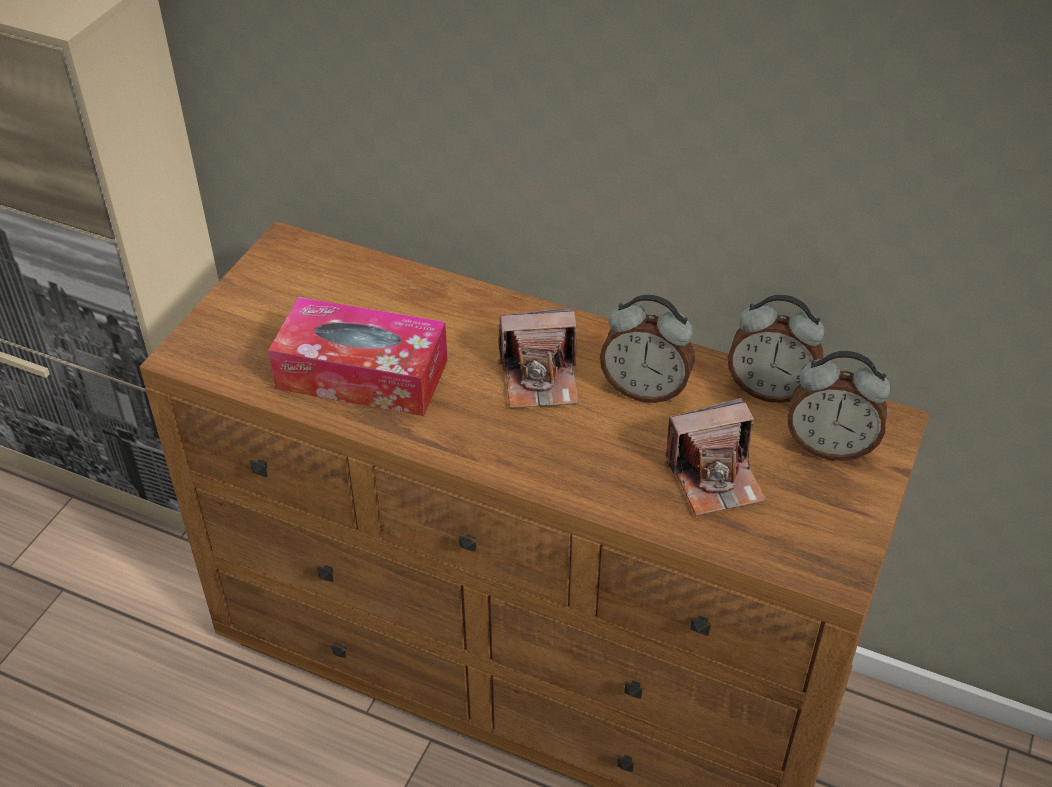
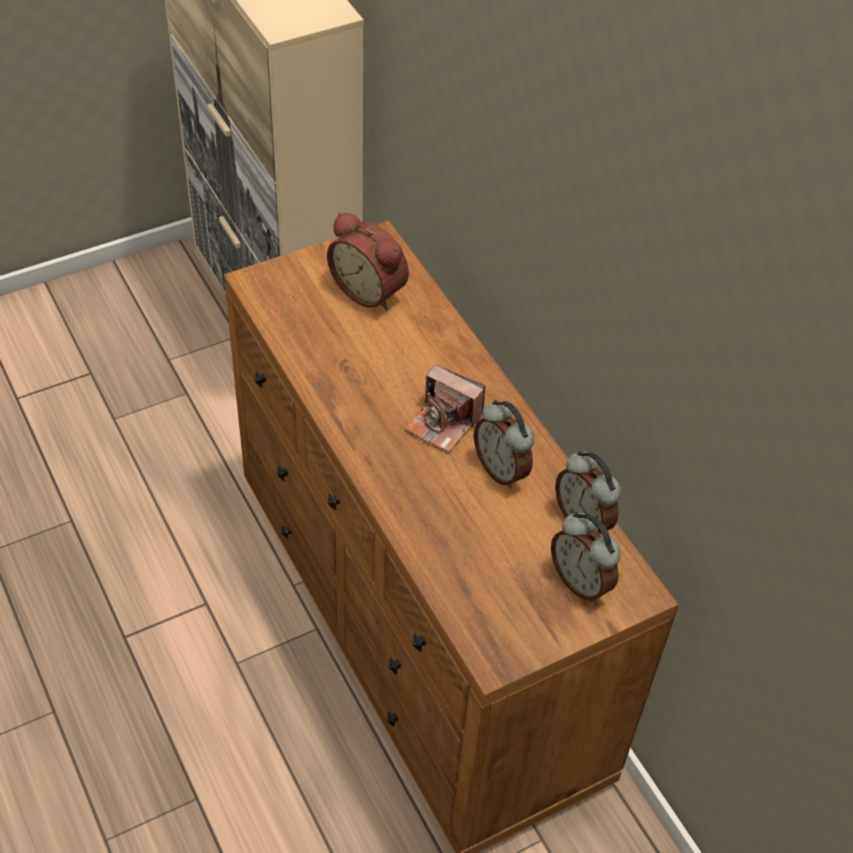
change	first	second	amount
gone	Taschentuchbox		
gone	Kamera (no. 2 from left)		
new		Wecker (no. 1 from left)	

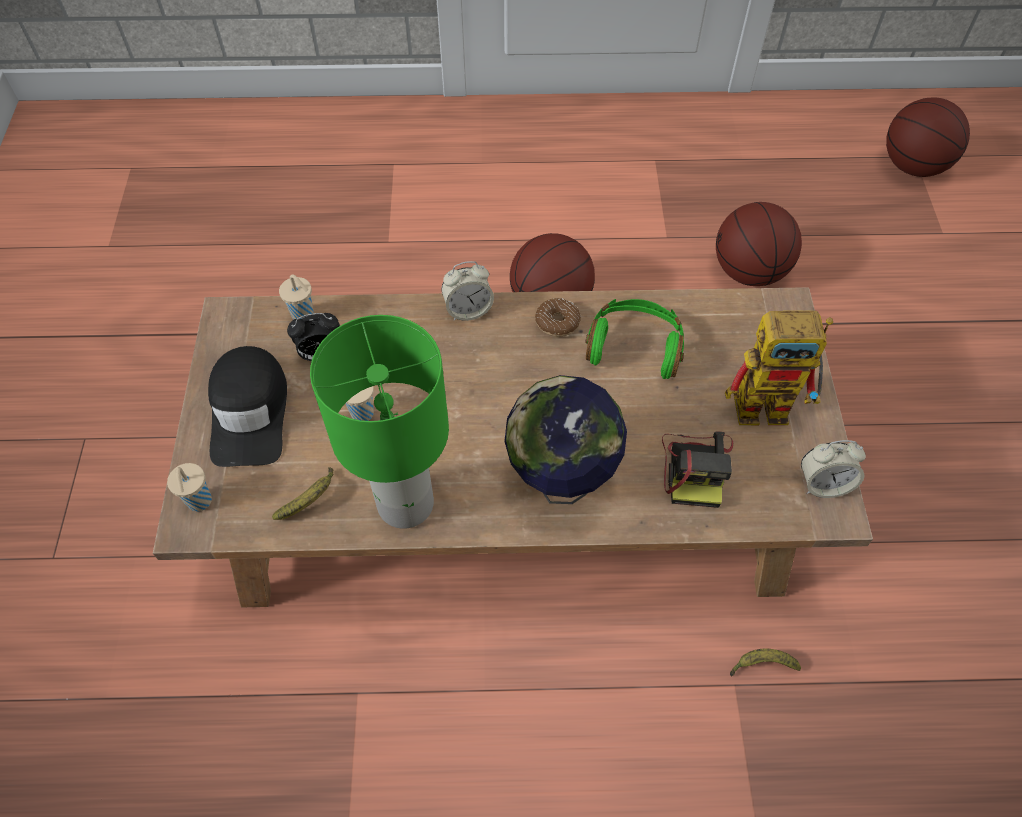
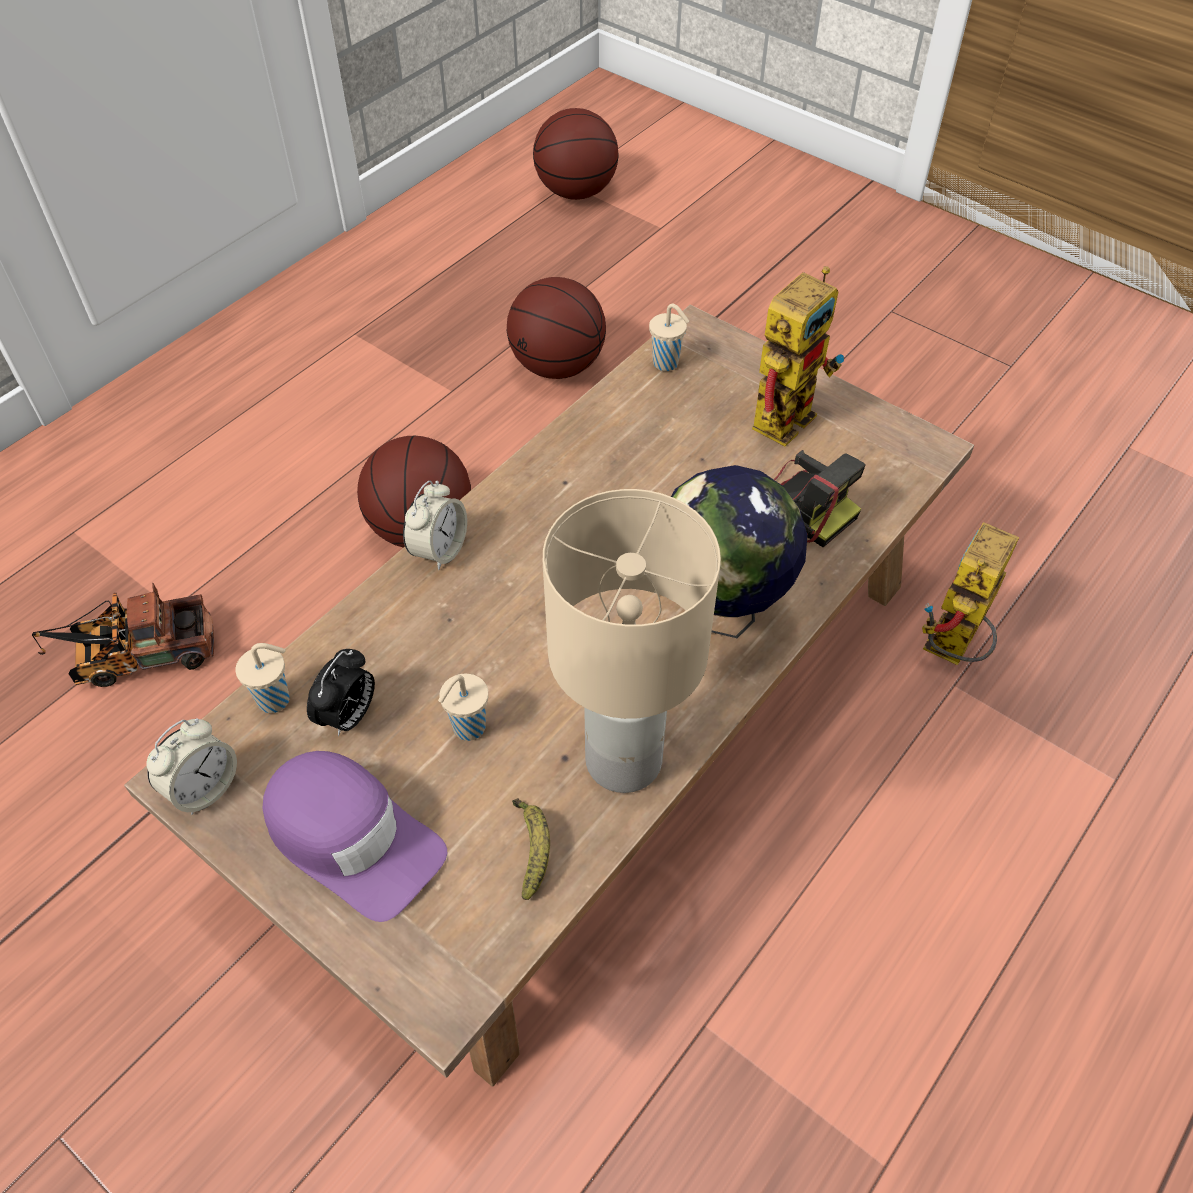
change	first	second	amount
gone	Donut		
gone	Kopfhörer (grün)		
repainted	Tischlampe (grün)	Tischlampe (beige)	
repainted	Kappe (schwarz)	Kappe (lila)	
shifted	Wecker (no. 3 from left in the first image)	Wecker (no. 1 from left)	
shifted	Tasse (beige) (no. 1 from left in the first image)	Tasse (beige) (no. 3 from left)	
swapped	Banane (no. 2 from left)	Spielzeugroboter (no. 2 from left)	
new		Spielzeuglaster	

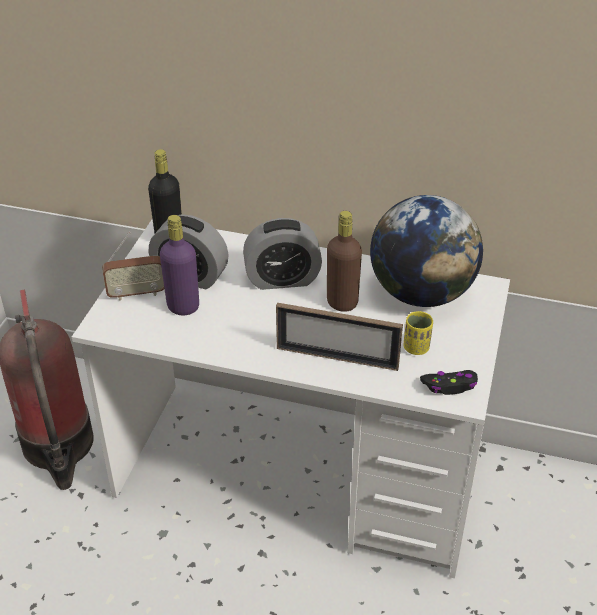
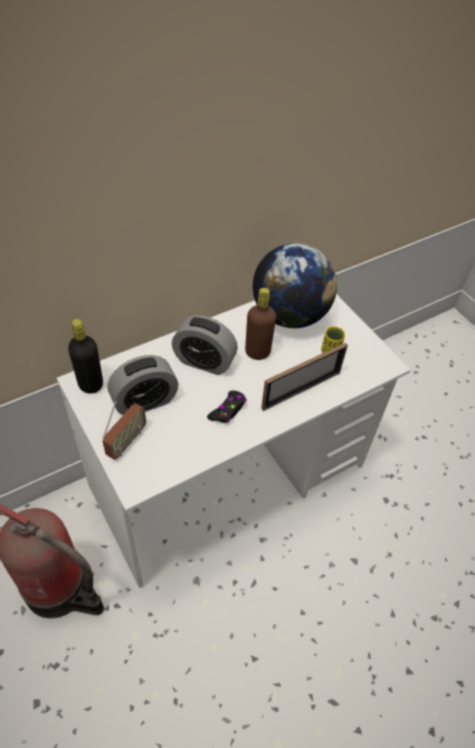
change	first	second	amount
gone	Flasche (lila)		
rotated	Wecker (no. 2 from left)		75 degrees clockwise
shifted	Gamepad (schwarz)		

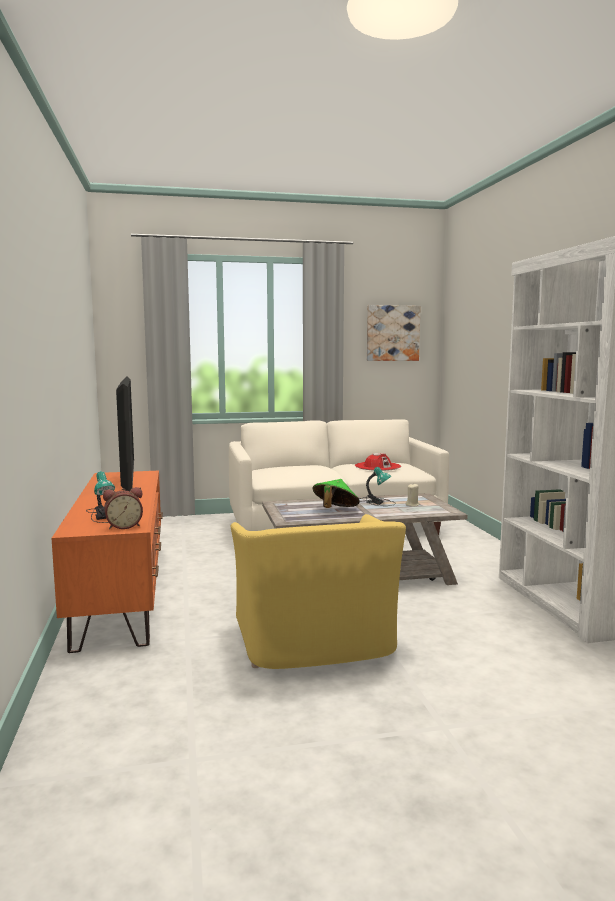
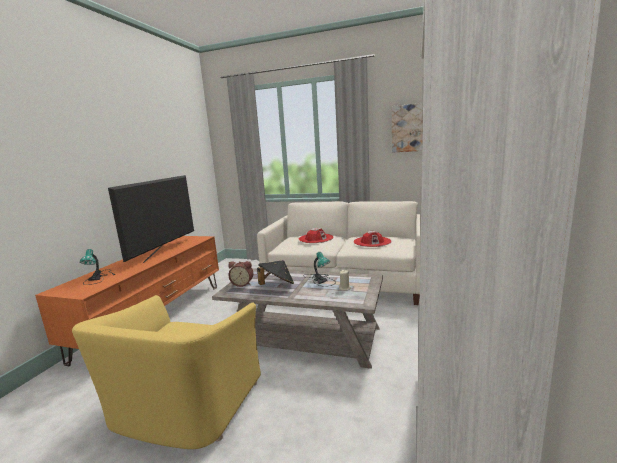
change	first	second	amount
repainted	Hut (grün)	Hut (schwarz)	
shifted	Wecker		
new		Hut (rot) (no. 1 from left)	

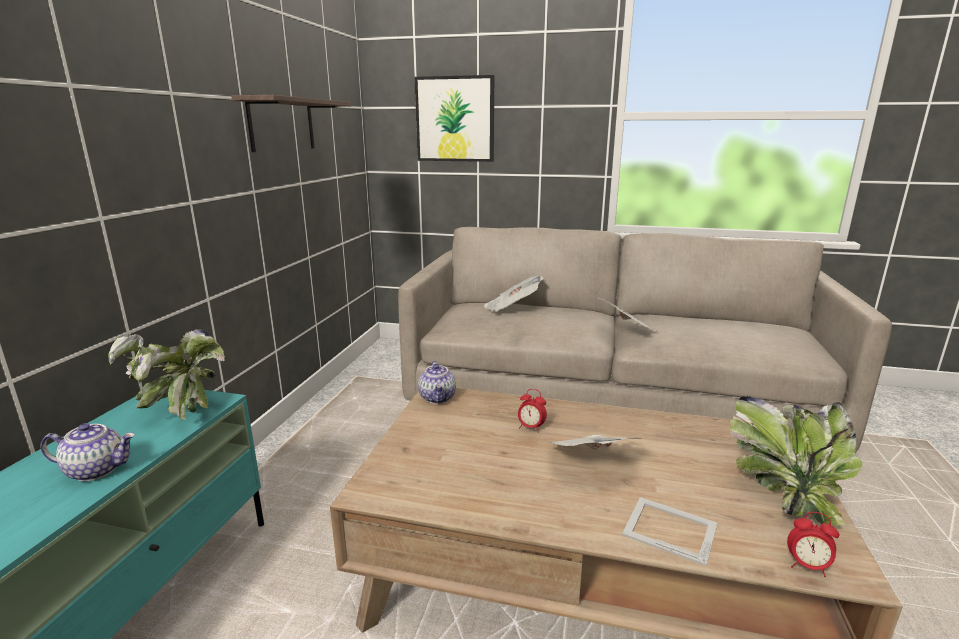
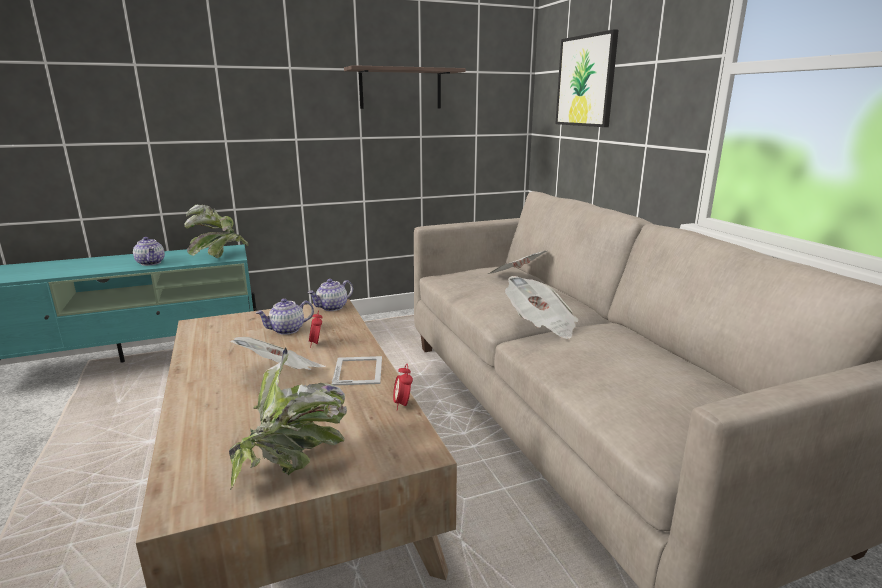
change	first	second	amount
shifted	Bilderrahmen		
shifted	Wecker (no. 2 from left)		
new		Teekanne (no. 2 from left)	

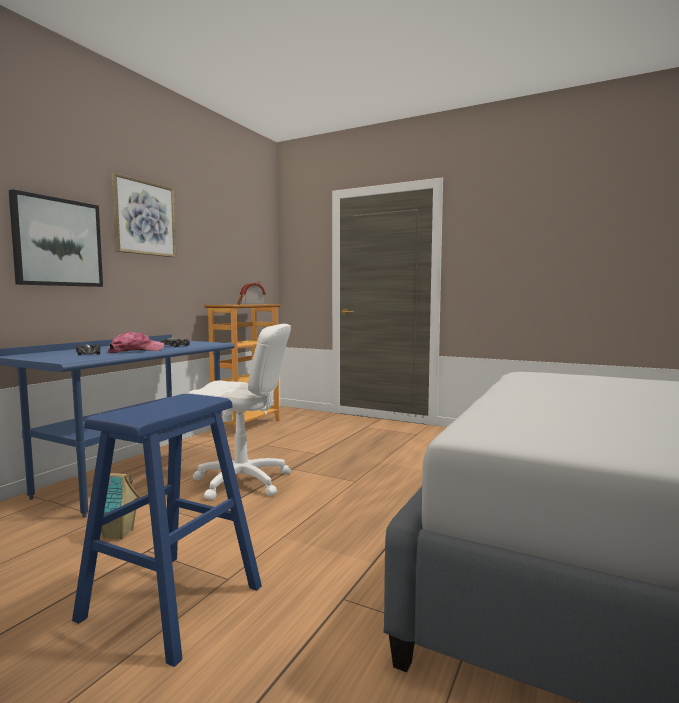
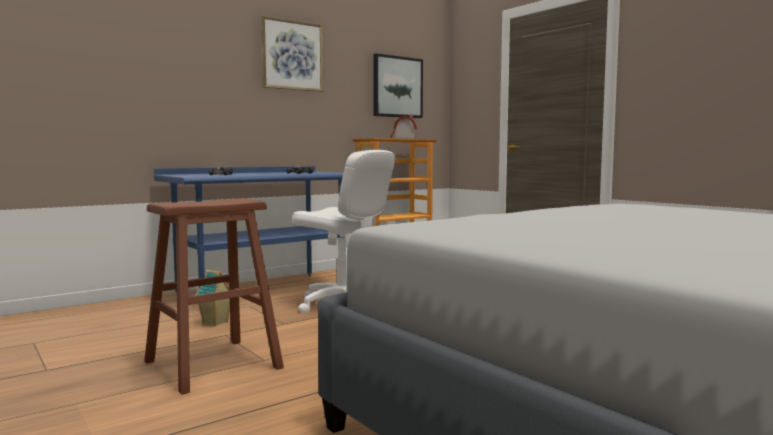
change	first	second	amount
shifted	Bild (no. 1 from left in the first image)	Bild (no. 2 from left)	
gone	Kappe		
repainted	Hocker (blau)	Hocker (braun)	

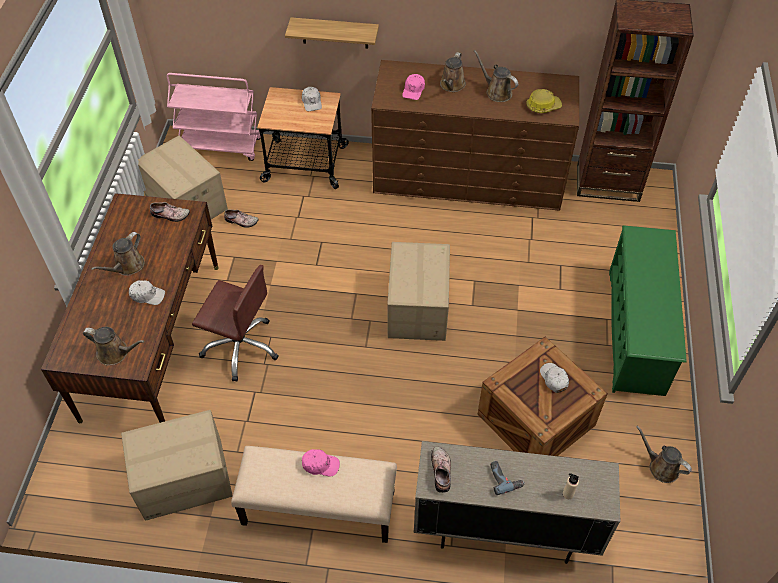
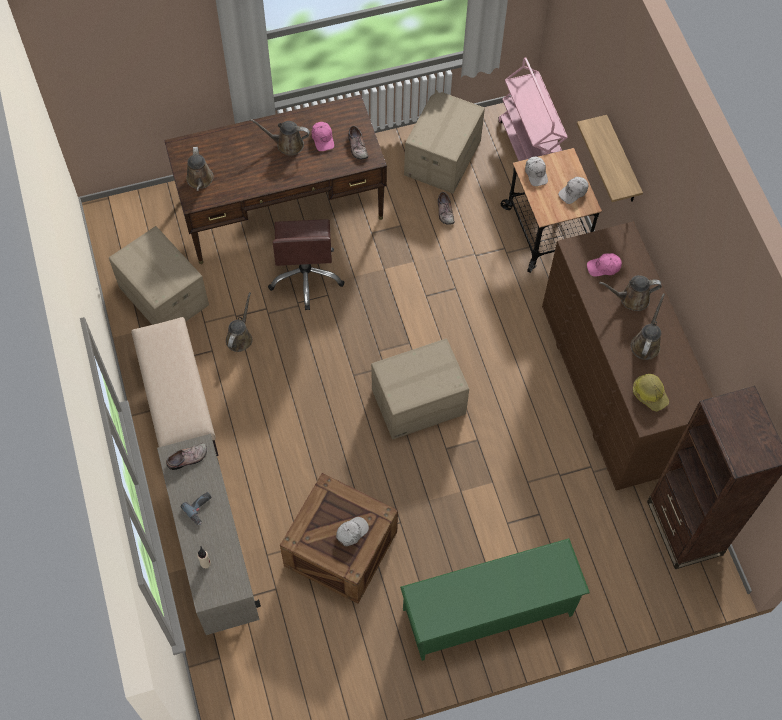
change	first	second	amount
shifted	Kappe (weiß) (no. 1 from left in the first image)	Kappe (weiß) (no. 2 from left)	
shifted	Gießkanne (braun) (no. 5 from left in the first image)	Gießkanne (braun) (no. 2 from left)	
shifted	Kappe (rosa) (no. 1 from left)		

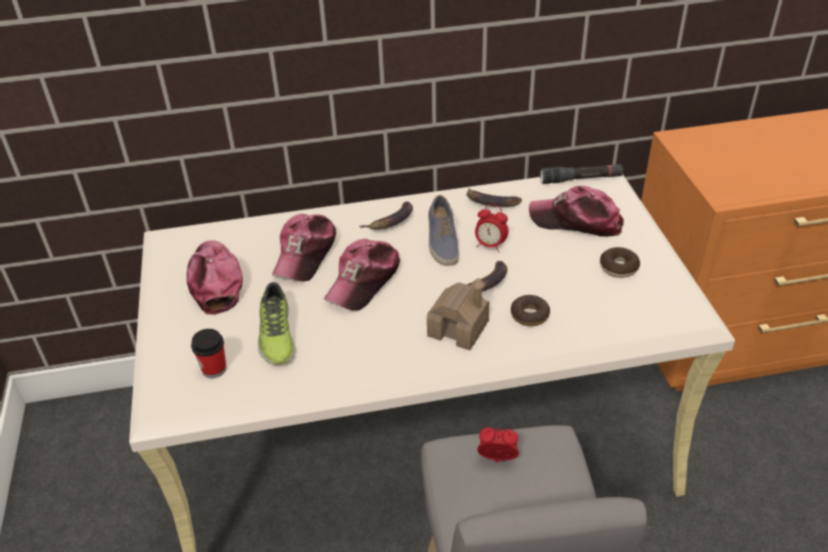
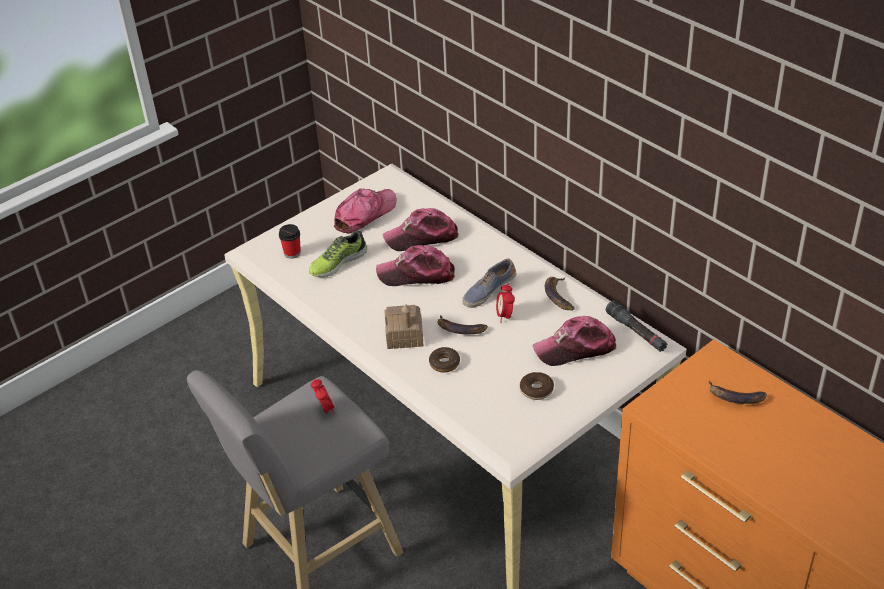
change	first	second	amount
rotated	Kappe (no. 4 from left)		90 degrees counterclockwise
shifted	Banane (no. 1 from left in the first image)	Banane (no. 3 from left)	

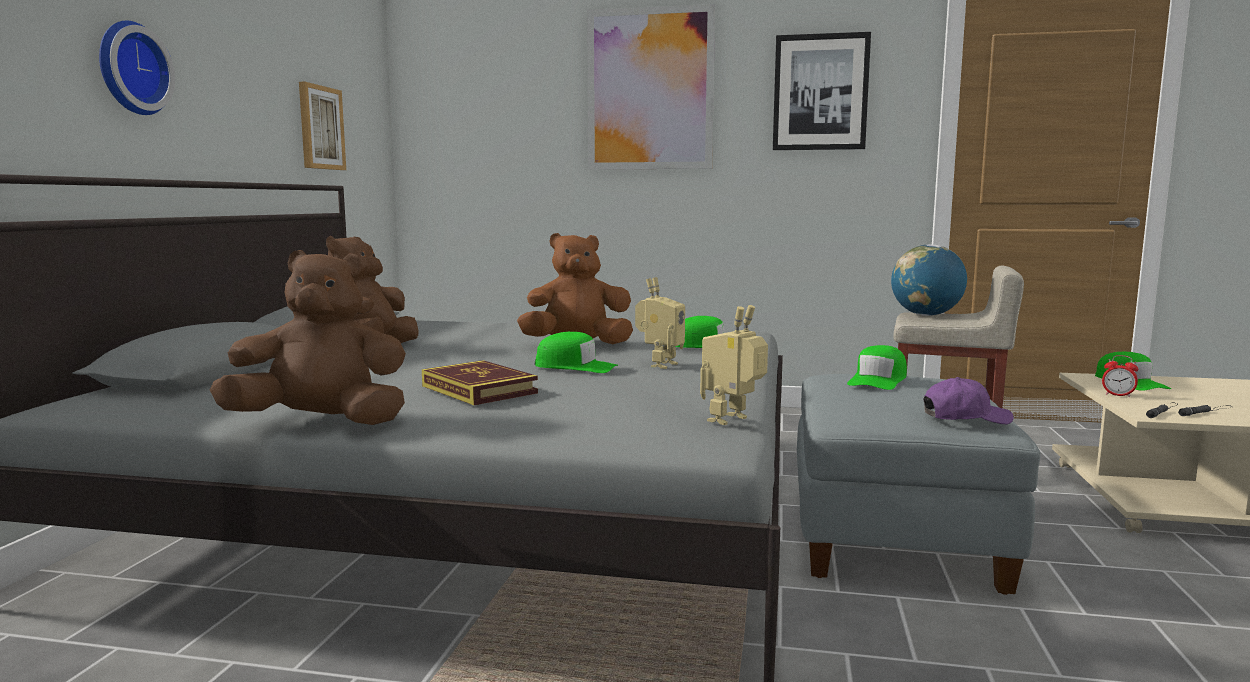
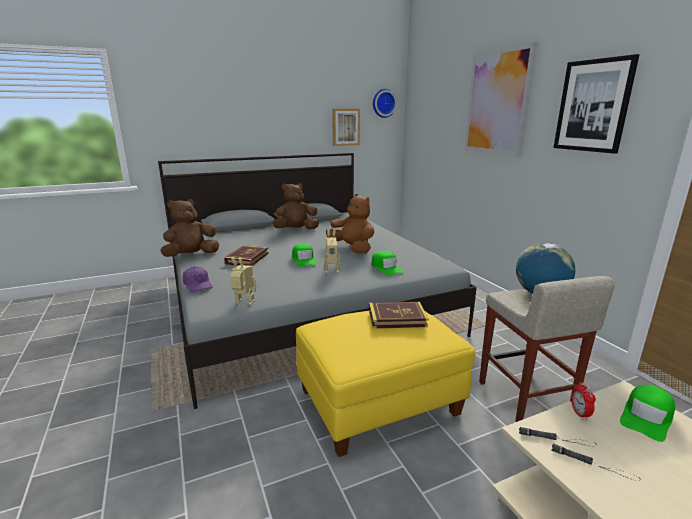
change	first	second	amount
shifted	Wanduhr		
rotated	Plüschtier (braun) (no. 1 from left)		90 degrees counterclockwise
swapped	Kappe (grün) (no. 3 from left)	Buch (no. 2 from left)	
repainted	Polsterhocker (grau)	Polsterhocker (gelb)	
shifted	Kappe (lila)		

